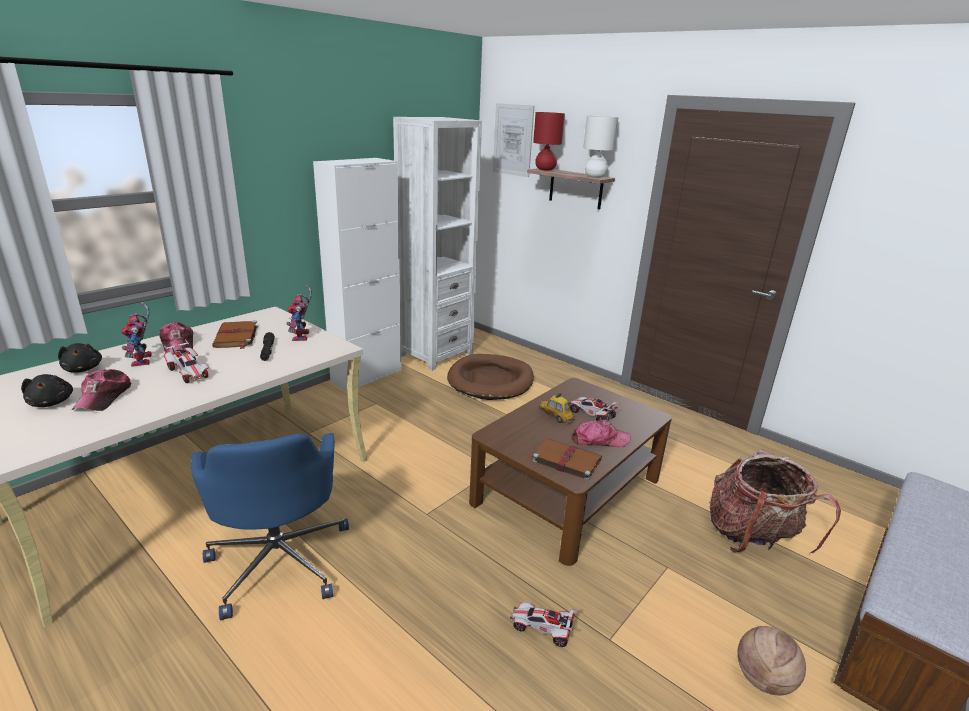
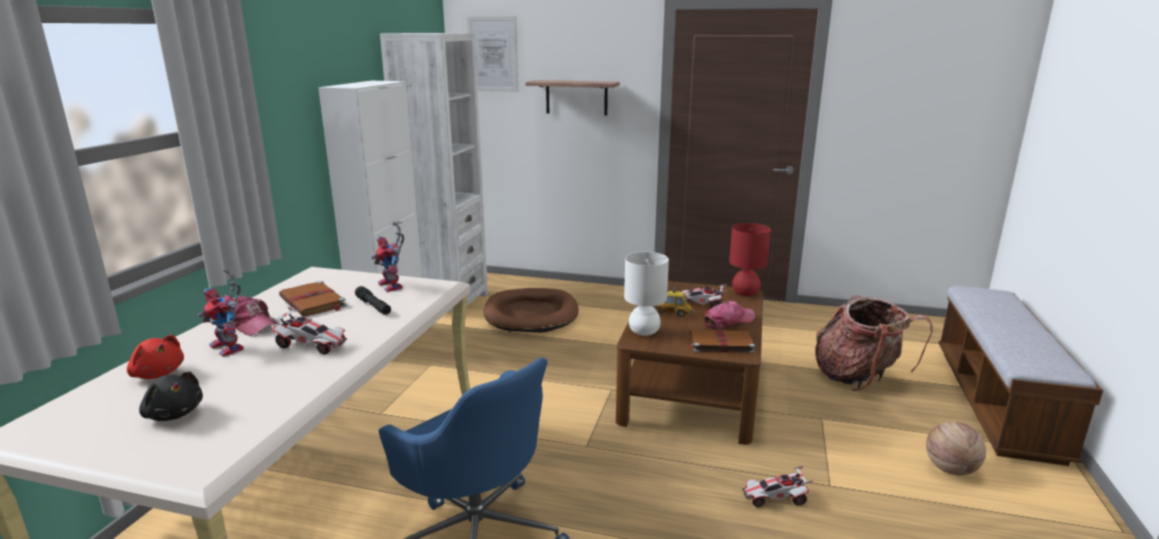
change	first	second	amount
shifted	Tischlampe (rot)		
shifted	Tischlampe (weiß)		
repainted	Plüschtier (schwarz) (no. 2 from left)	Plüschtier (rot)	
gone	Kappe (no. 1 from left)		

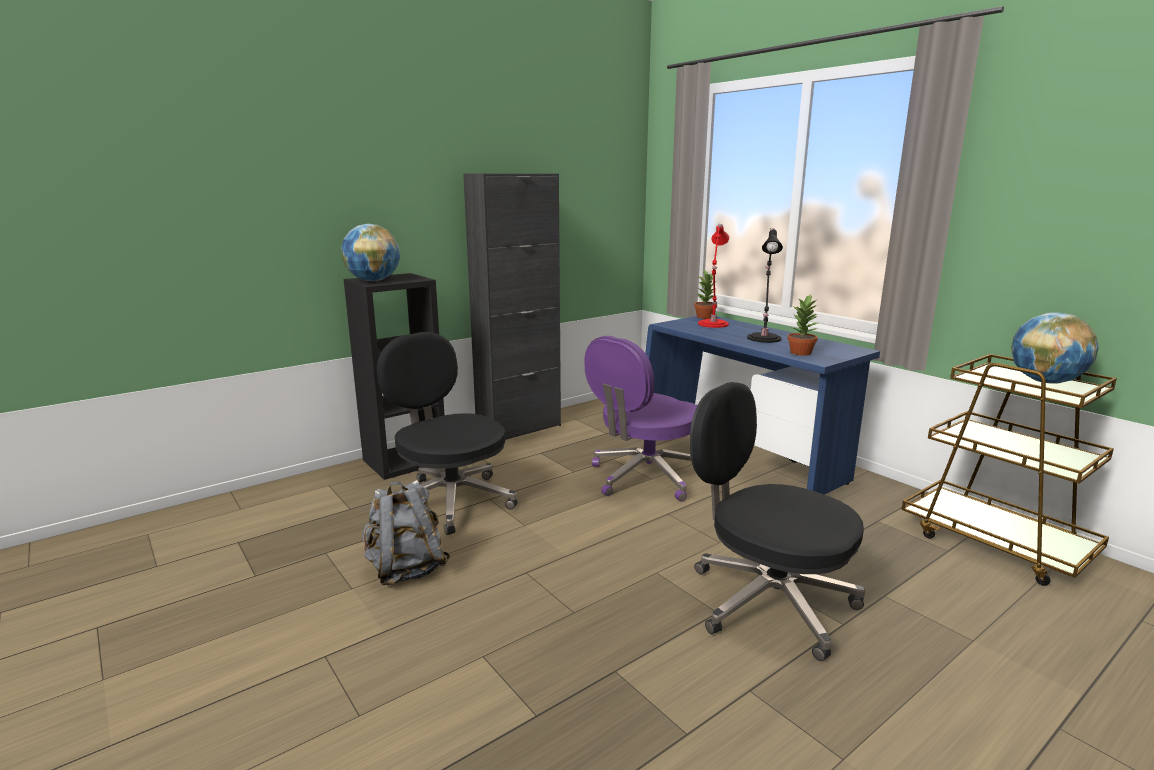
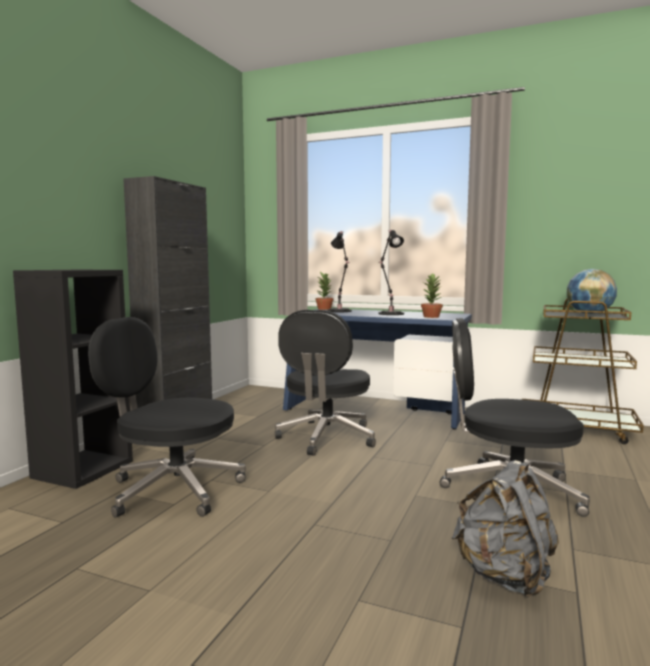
change	first	second	amount
gone	Globus (no. 1 from left)		
repainted	Tischlampe (rot)	Tischlampe (schwarz) (no. 1 from left)	
repainted	Bürostuhl (lila)	Bürostuhl (schwarz) (no. 2 from left)	
shifted	Rucksack (grau)		

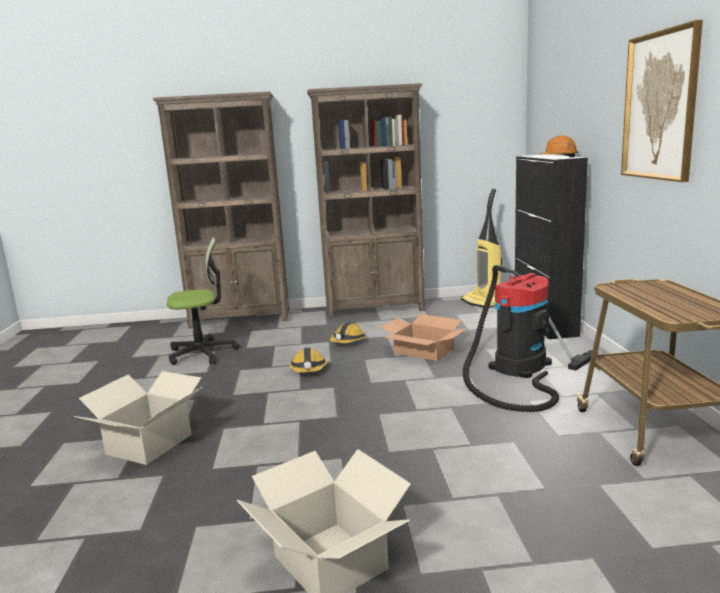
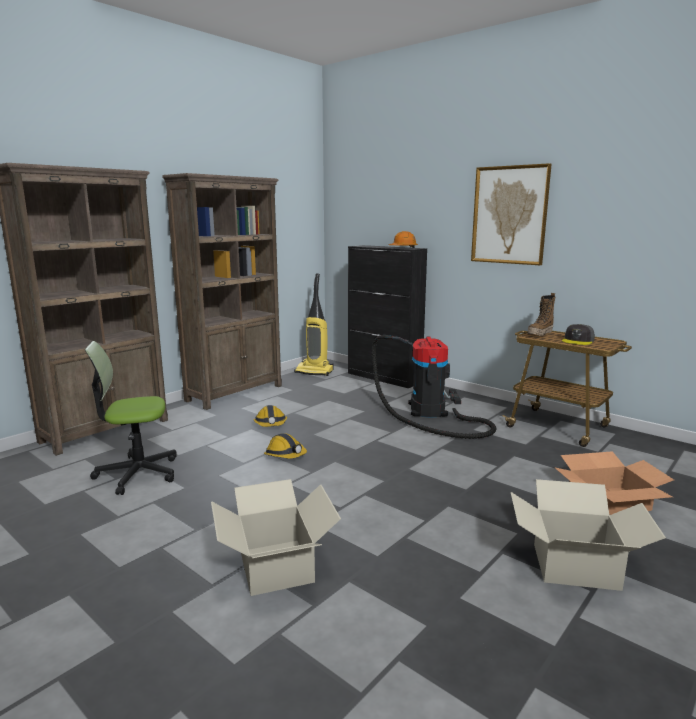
change	first	second	amount
rotated	Bürostuhl		135 degrees counterclockwise
shifted	Karton (no. 3 from left)		
new		Stiefel	
new		Kappe (grau)	

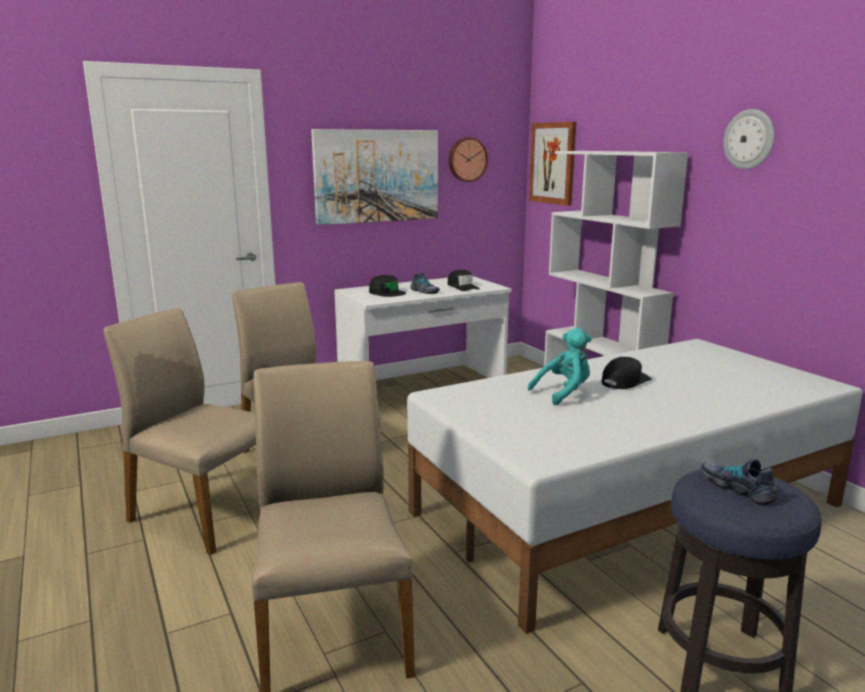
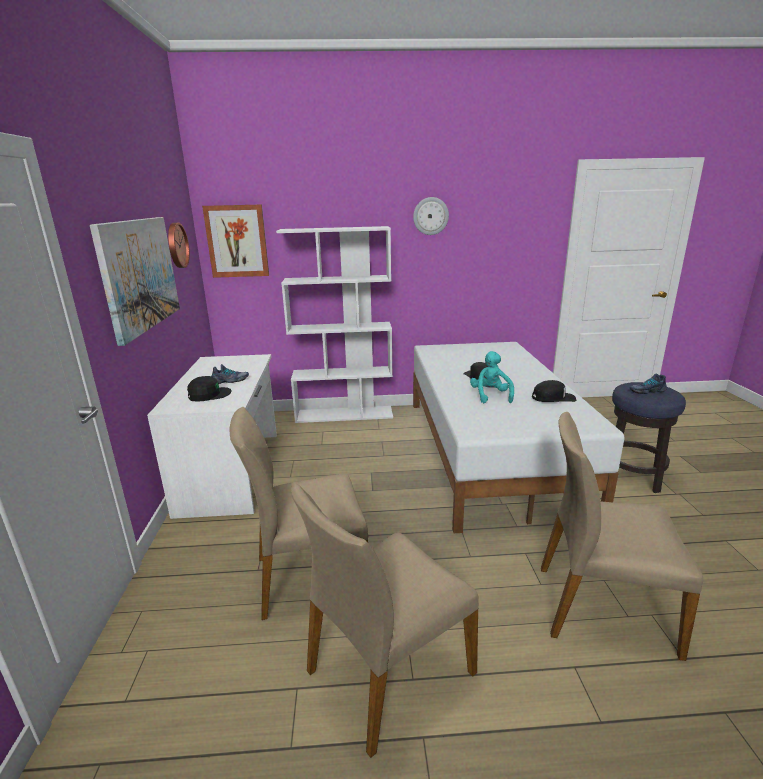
change	first	second	amount
shifted	Kappe (schwarz) (no. 2 from left in the first image)	Kappe (schwarz) (no. 3 from left)	

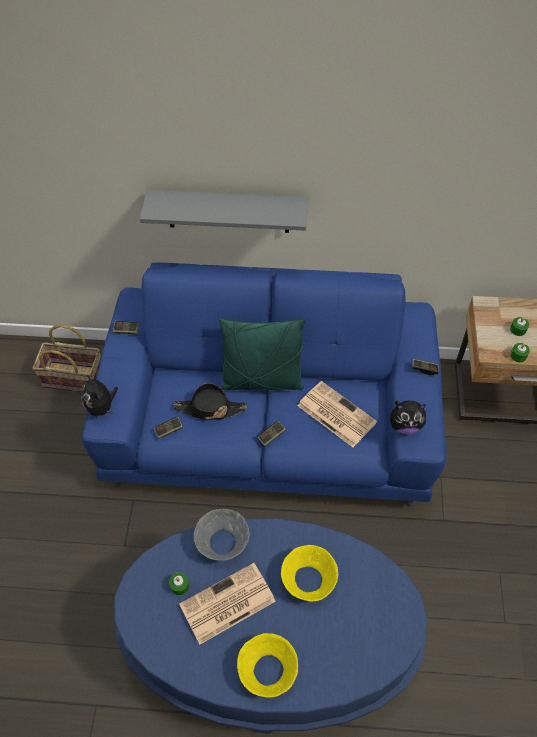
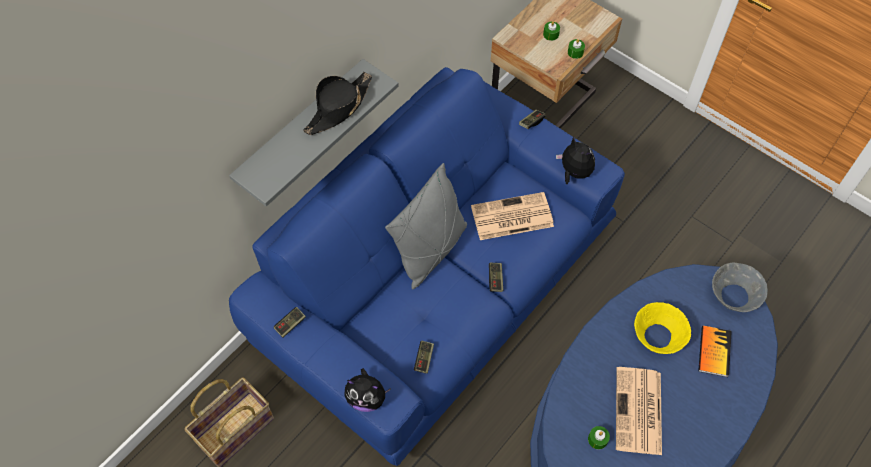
change	first	second	amount
repainted	Kissen (grün)	Kissen (grau)	
shifted	Hut (schwarz)		
rotated	Plüschtier (no. 2 from left)		75 degrees counterclockwise
shifted	Schüssel (grau)		
gone	Schüssel (gelb) (no. 1 from left)		
new		Buch	

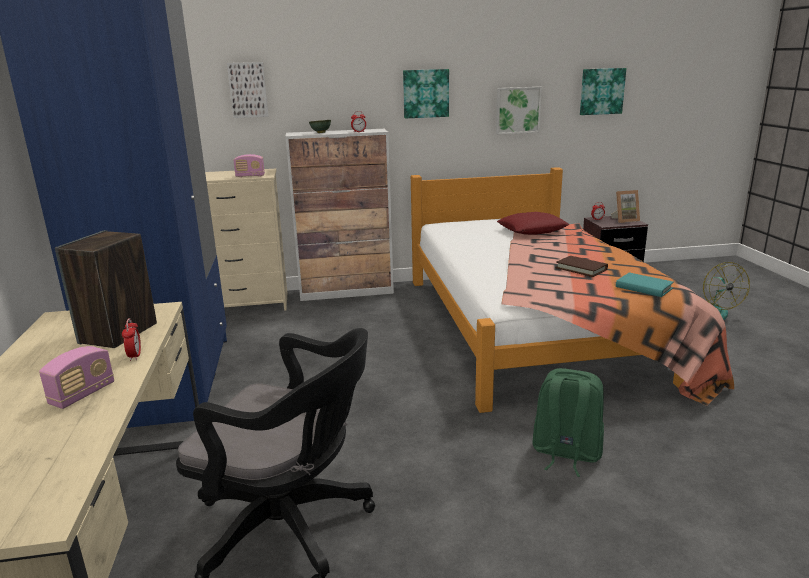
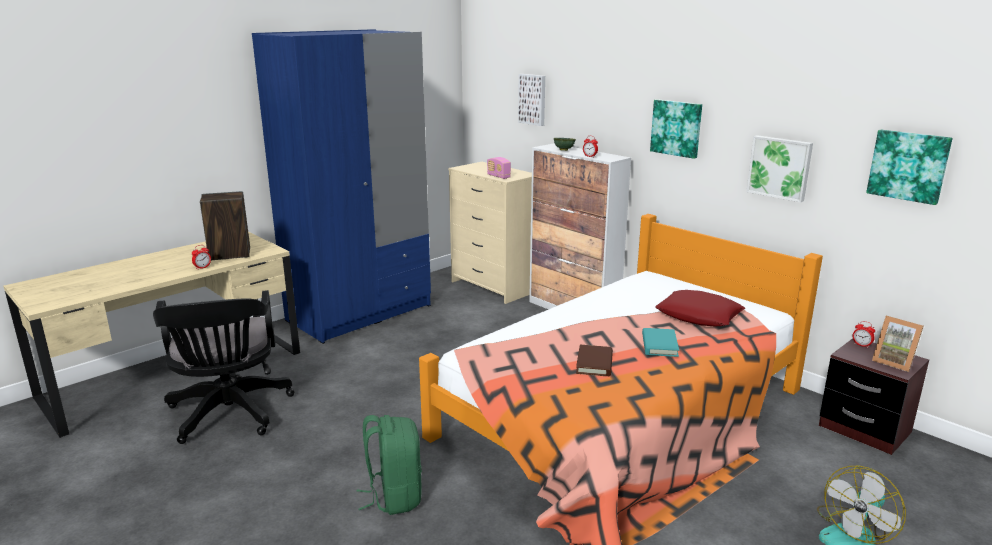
change	first	second	amount
shifted	Buch (türkis)		
gone	Radio (no. 1 from left)		

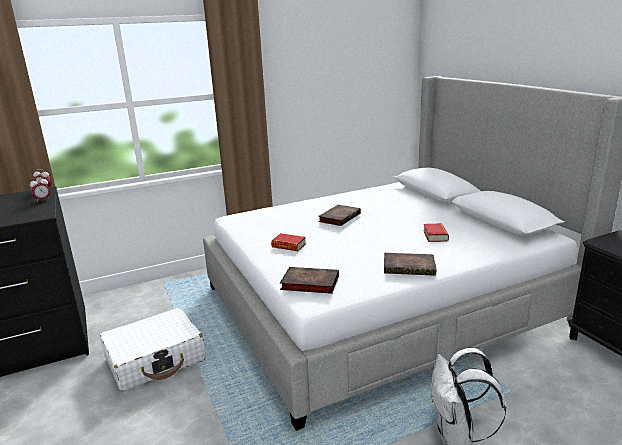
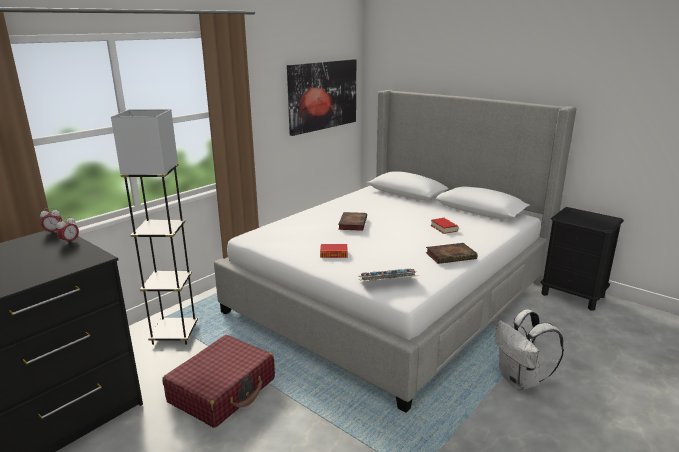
change	first	second	amount
swapped	Buch (no. 2 from left)	Tastatur	
repainted	Koffer (weiß)	Koffer (rot)	
new		Bild	
new		Stehlampe (grau)	

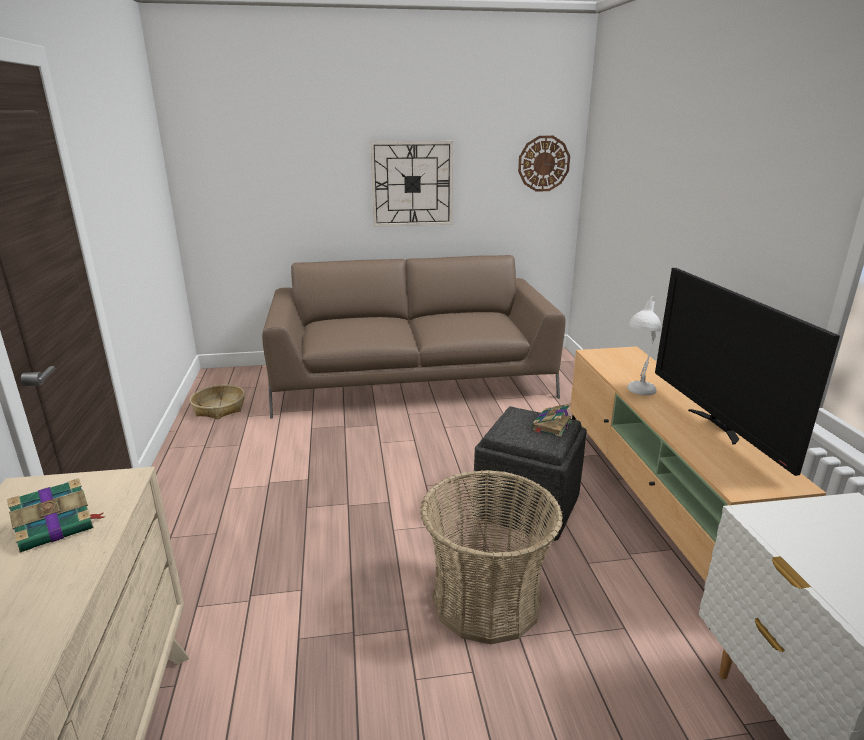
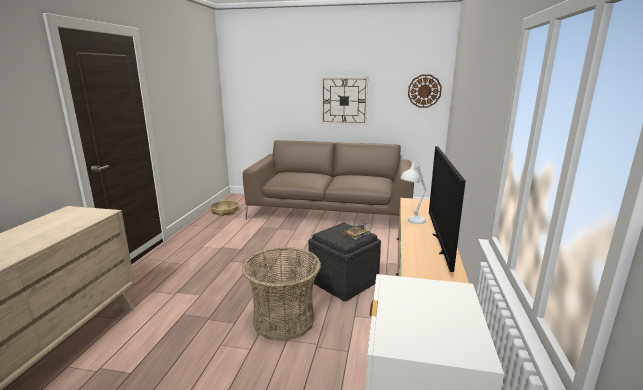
change	first	second	amount
gone	Buch (no. 1 from left)		

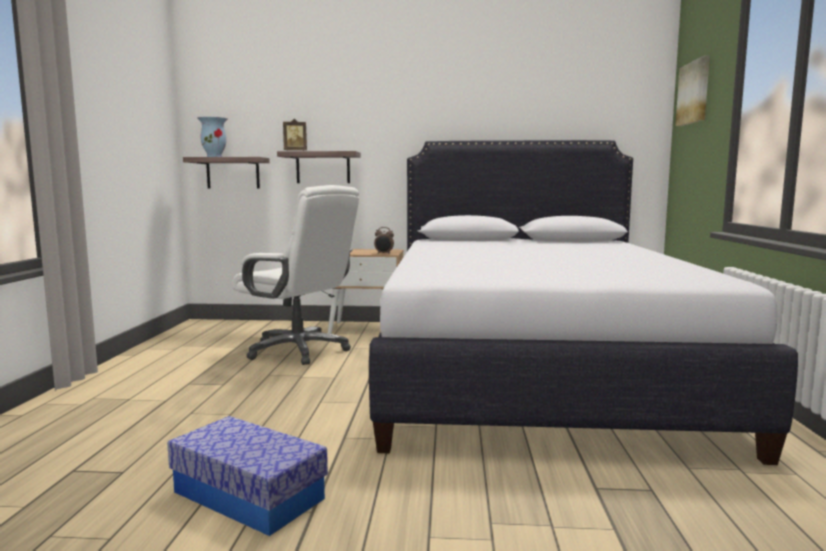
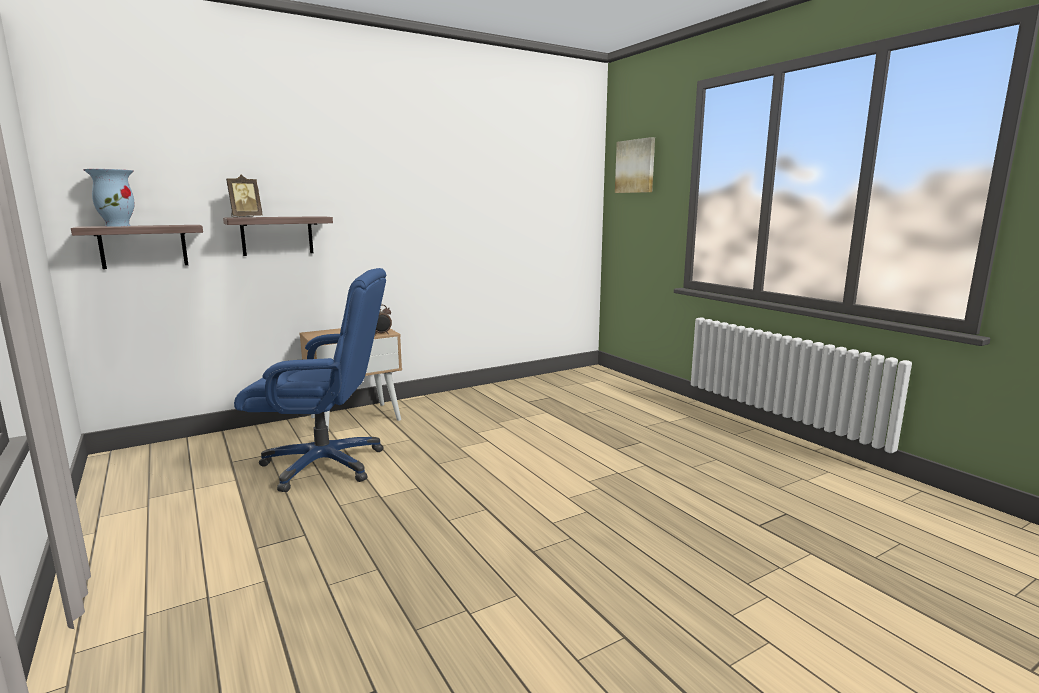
change	first	second	amount
gone	Bett (weiß)		
repainted	Bürostuhl (weiß)	Bürostuhl (blau)	
gone	Aufbewahrungsbox		

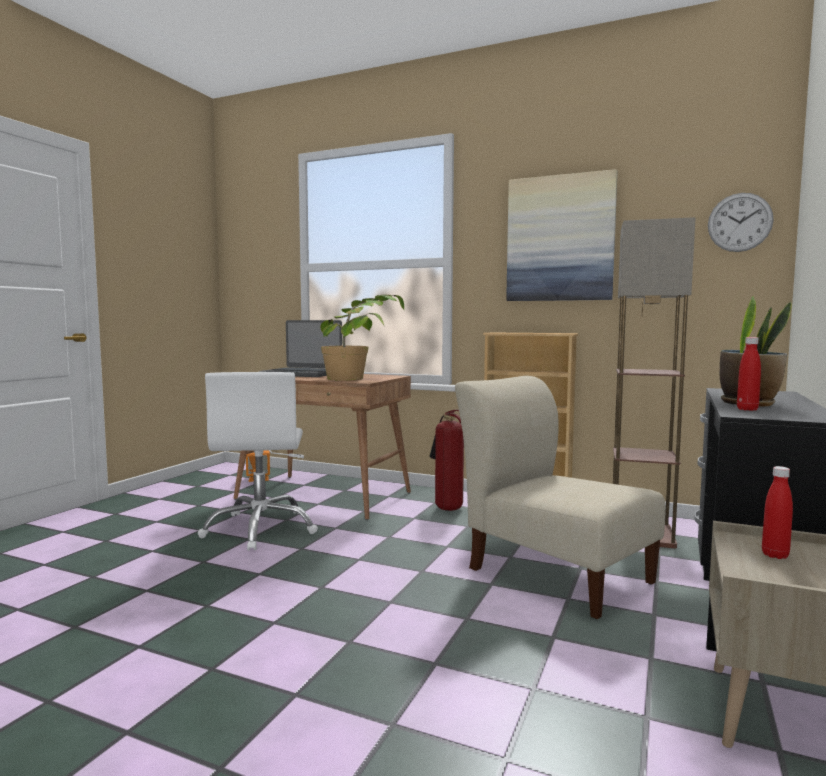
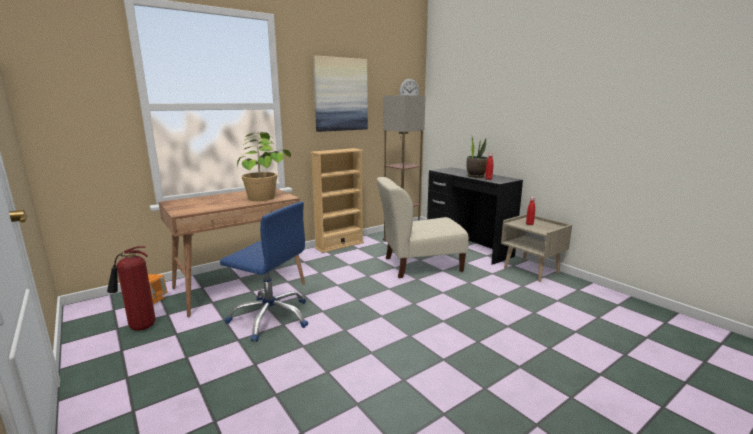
change	first	second	amount
gone	Laptop		
repainted	Bürostuhl (weiß)	Bürostuhl (blau)	
shifted	Feuerlöscher		

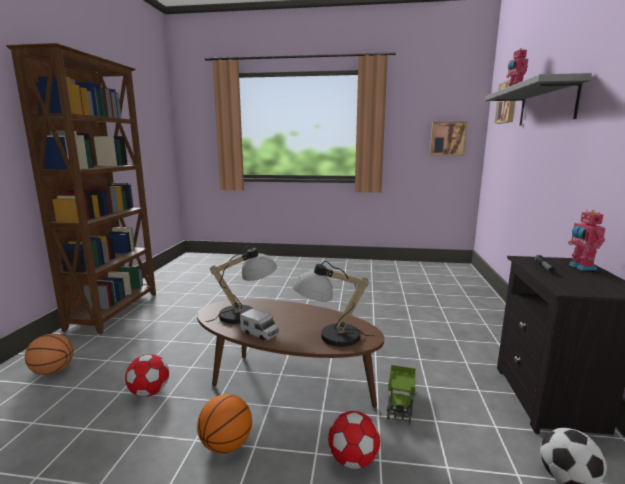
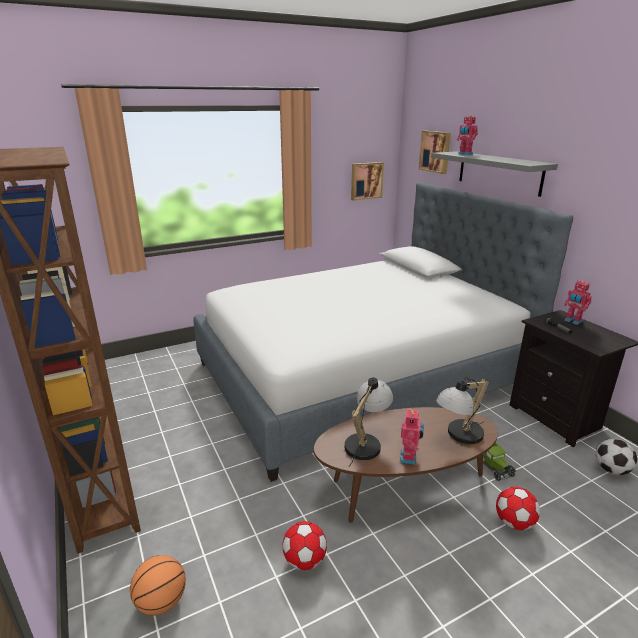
change	first	second	amount
swapped	Spielzeuglaster (no. 1 from left)	Spielzeugroboter (no. 1 from left)	
gone	Basketball (no. 2 from left)		
new		Bett	

